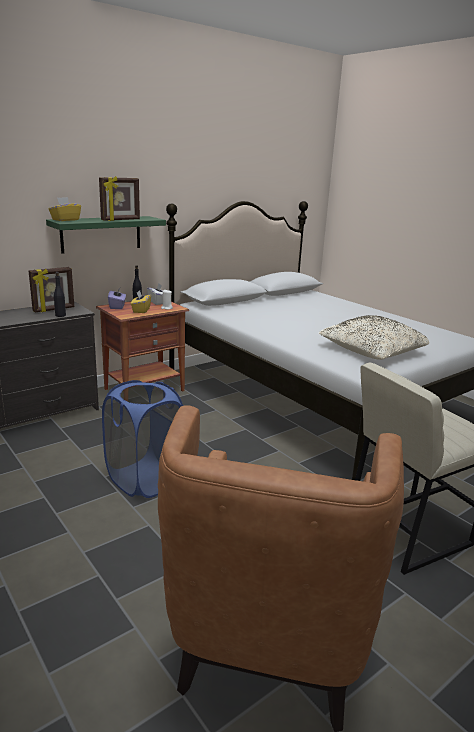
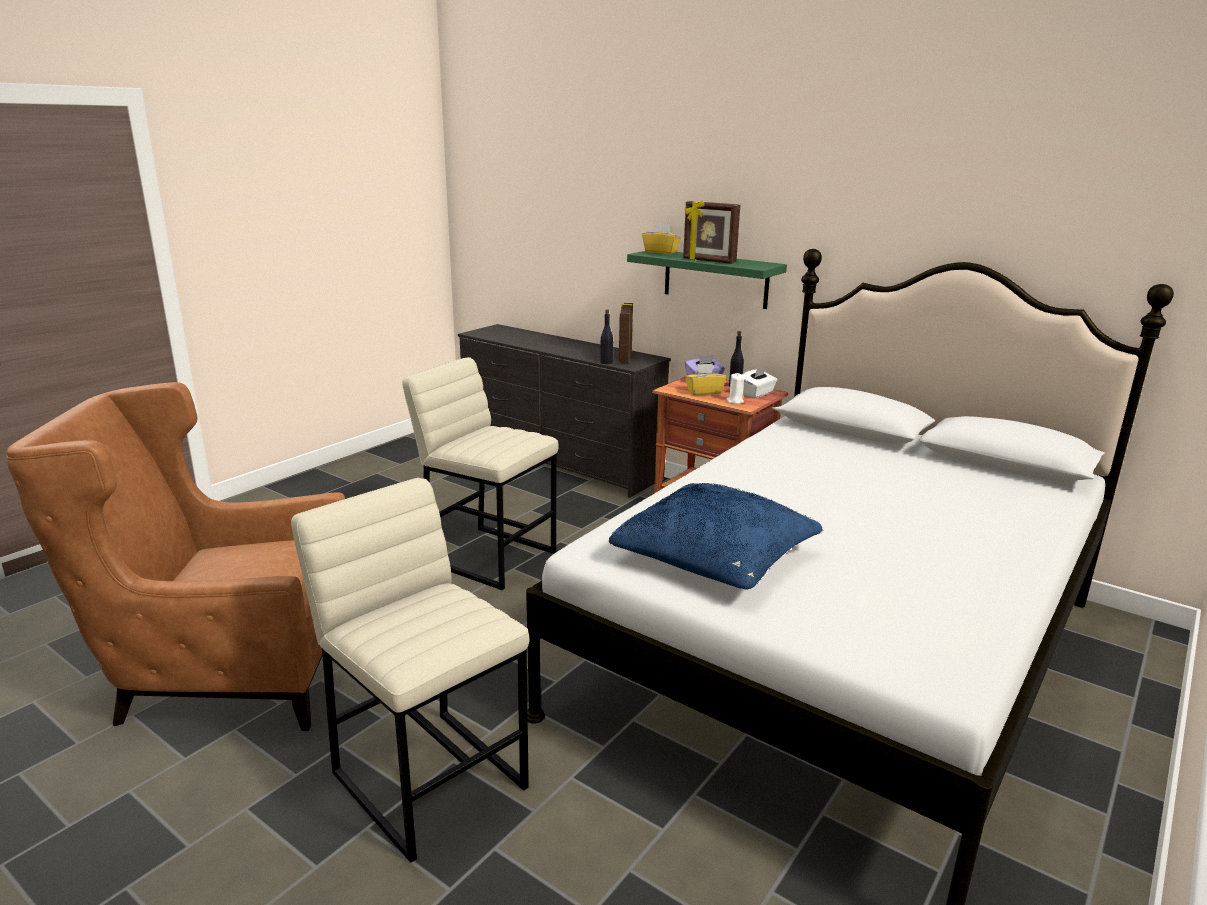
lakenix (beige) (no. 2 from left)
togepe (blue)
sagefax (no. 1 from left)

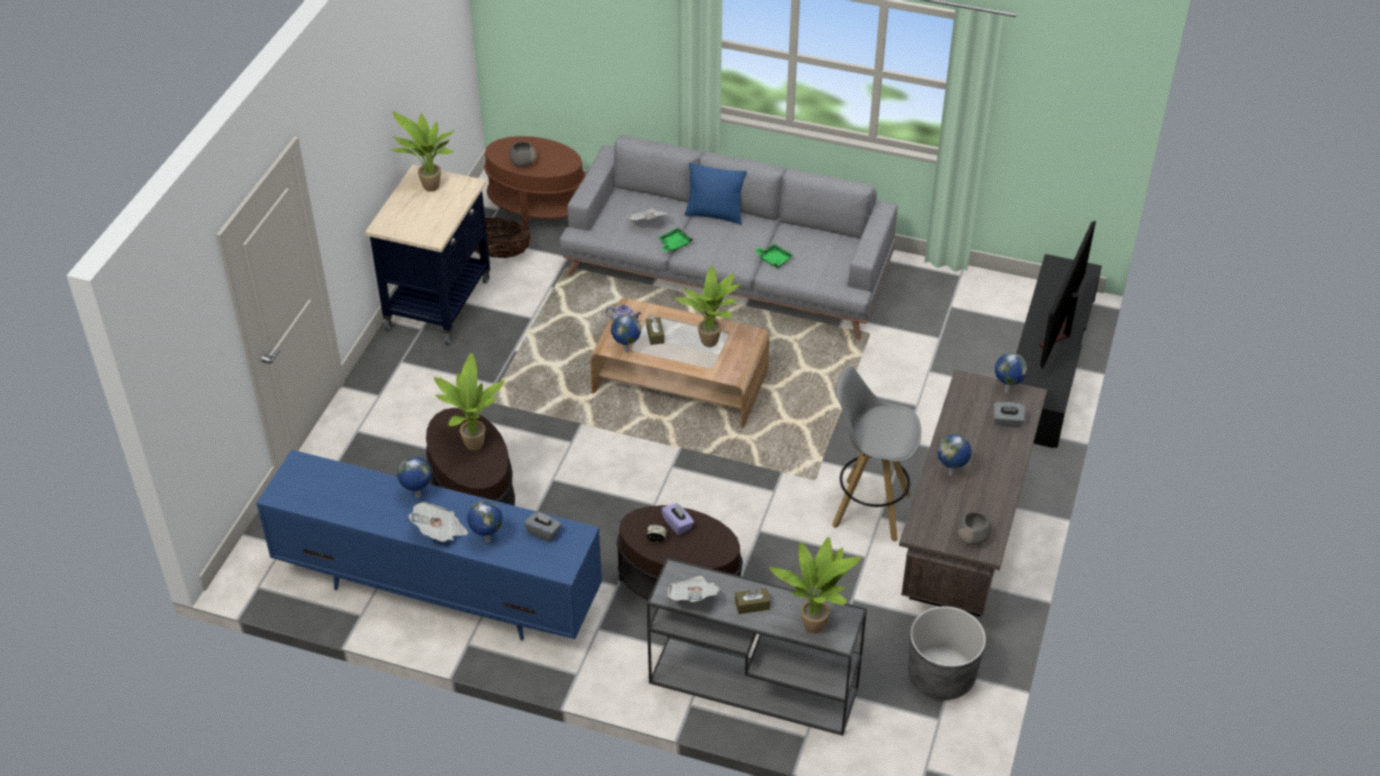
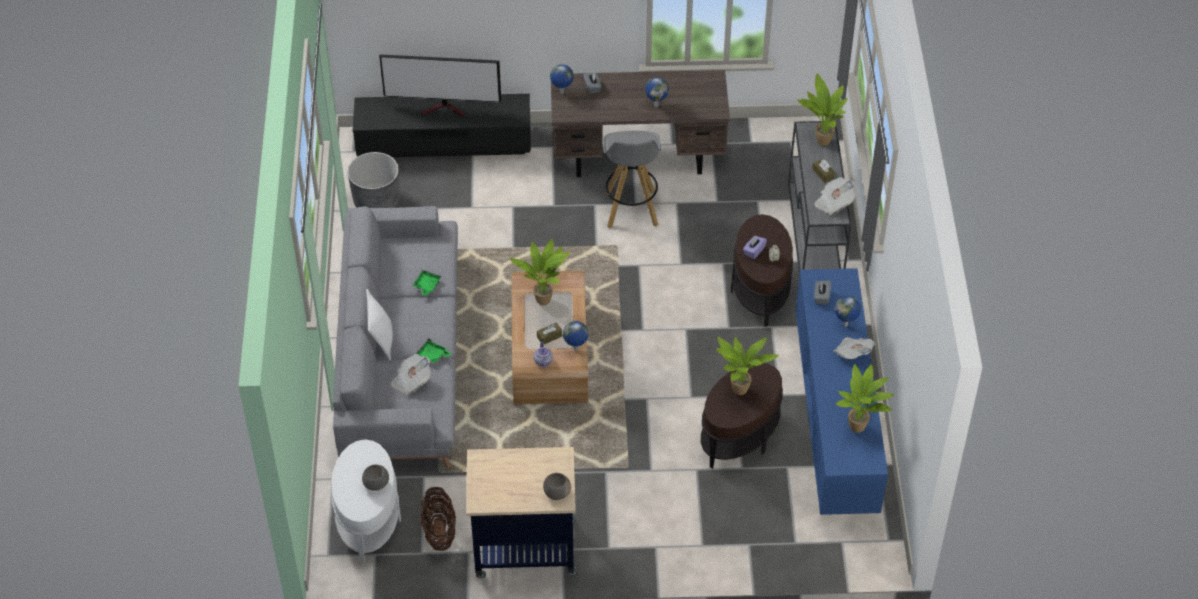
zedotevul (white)
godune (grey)
togepe (white)
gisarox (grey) (no. 2 from left)
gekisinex (no. 4 from left)
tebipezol (no. 1 from left in the first image)

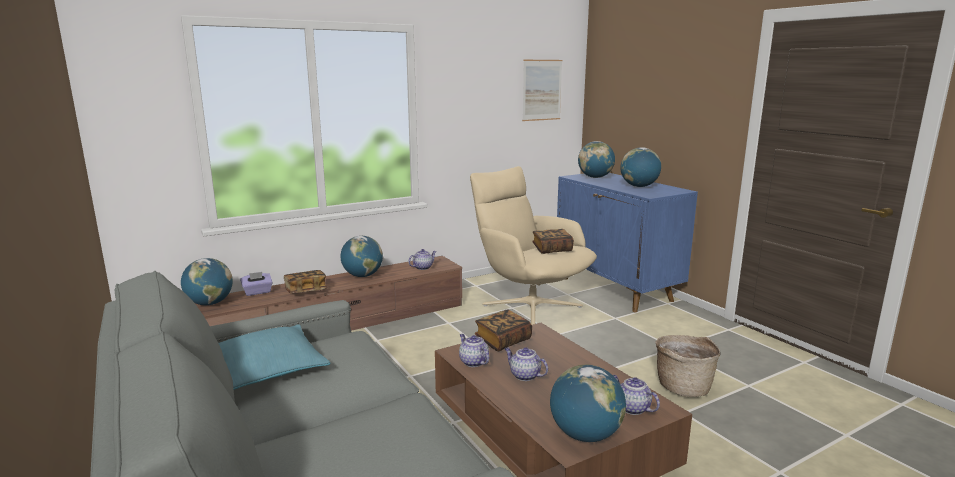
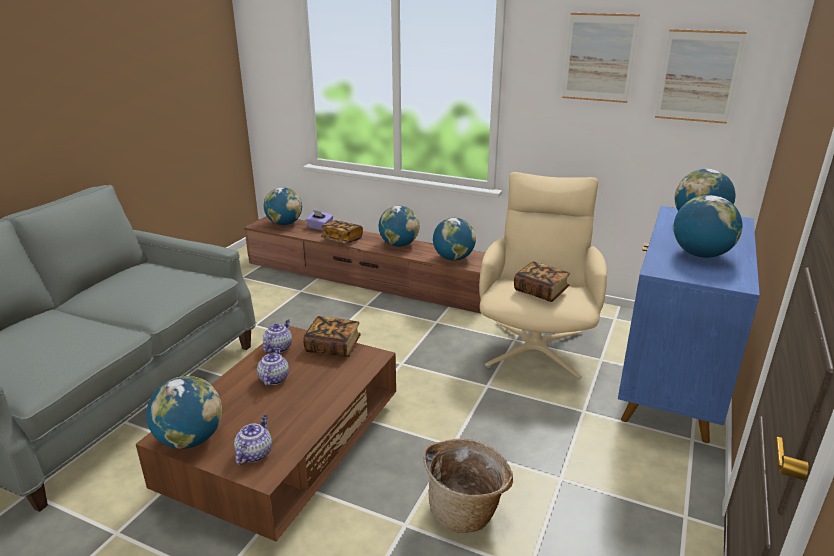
tebipezol (no. 4 from left)
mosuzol (no. 1 from left)
togepe (turquoise)

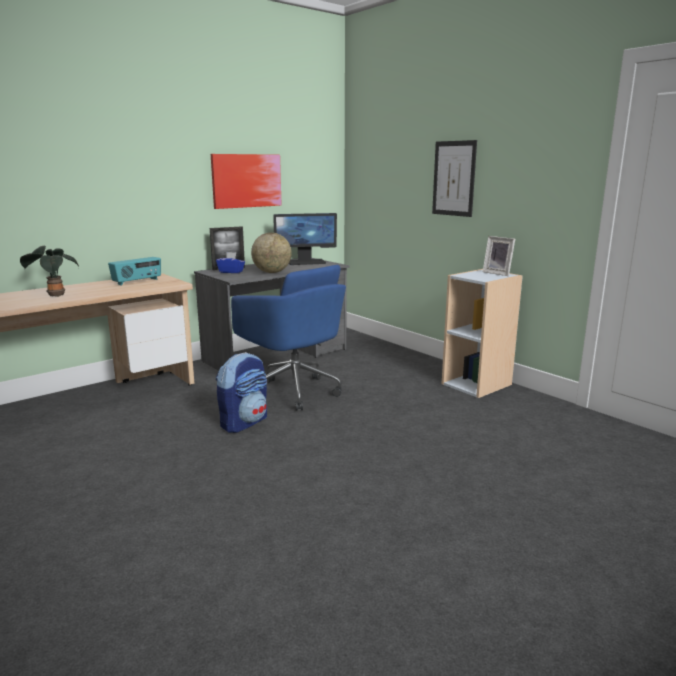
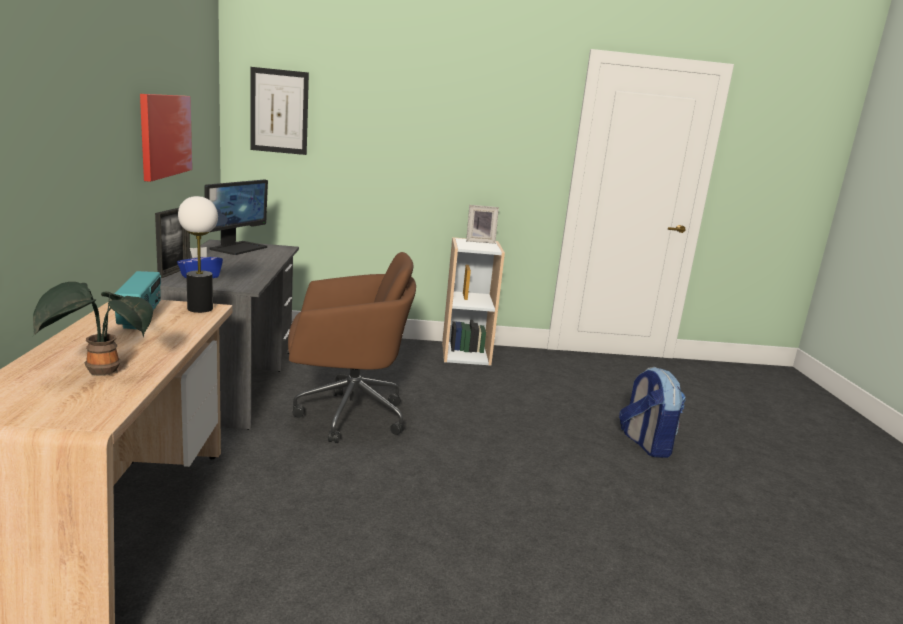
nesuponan
mosuzol (no. 2 from left)
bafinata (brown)
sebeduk
tebipezol

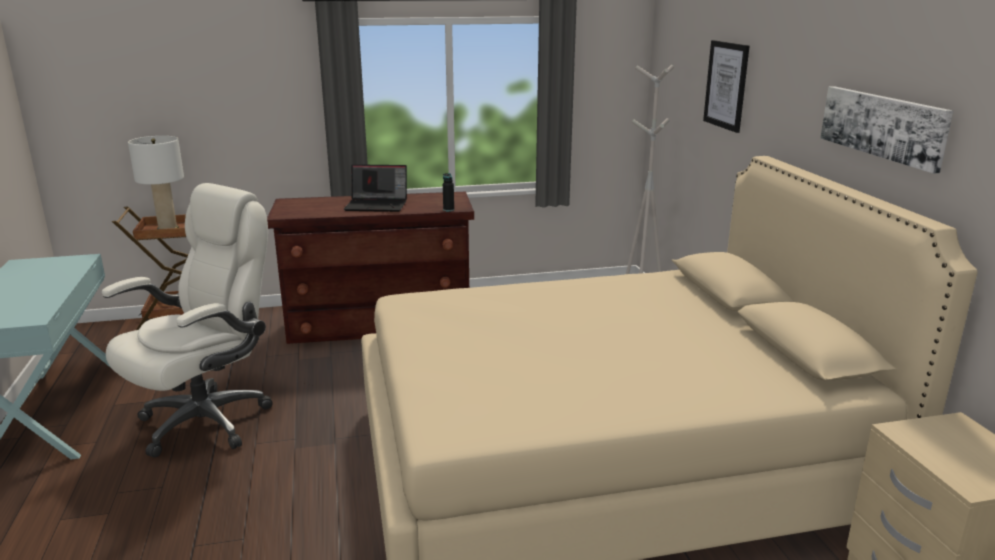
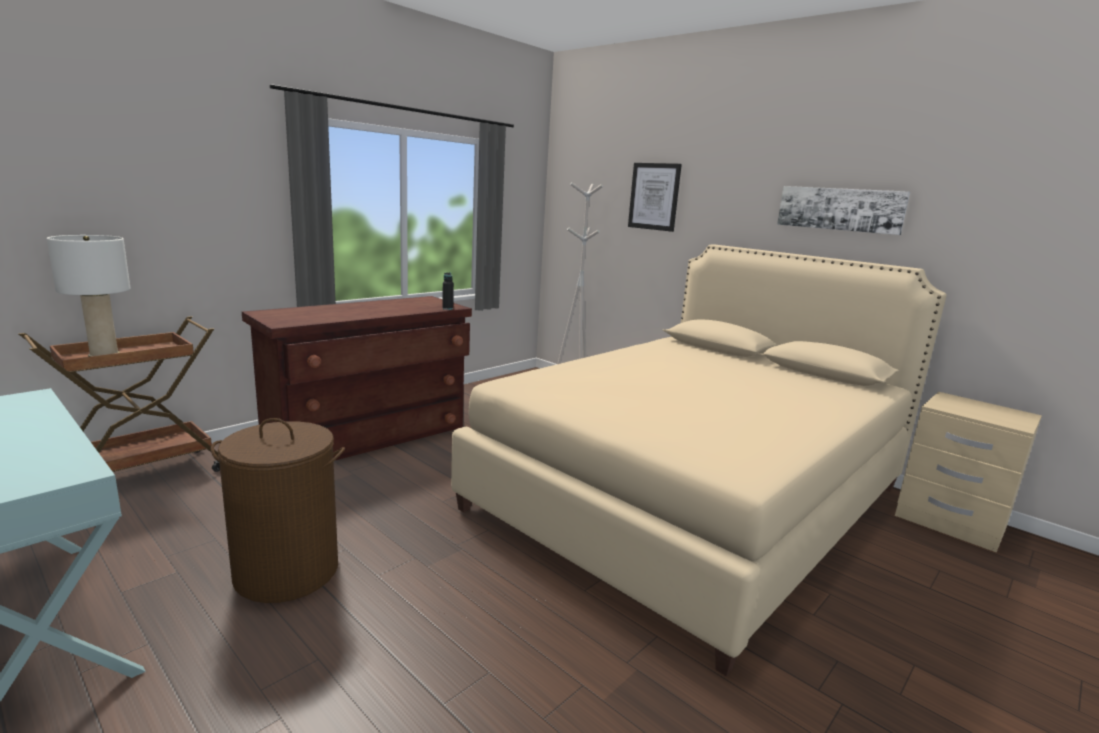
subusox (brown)
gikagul

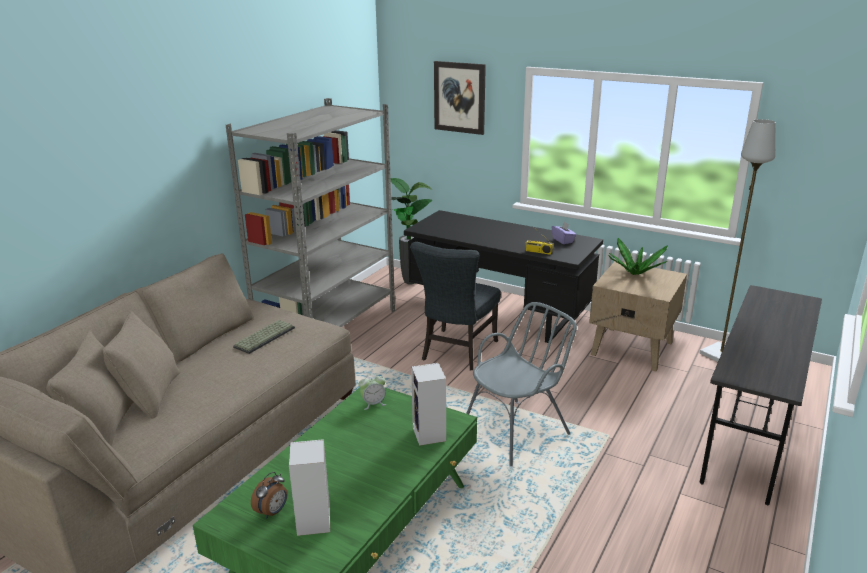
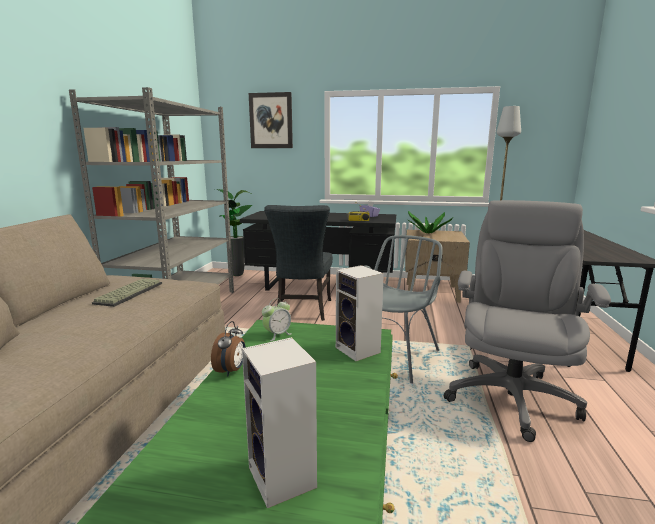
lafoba (no. 1 from left)
bafinata (grey)

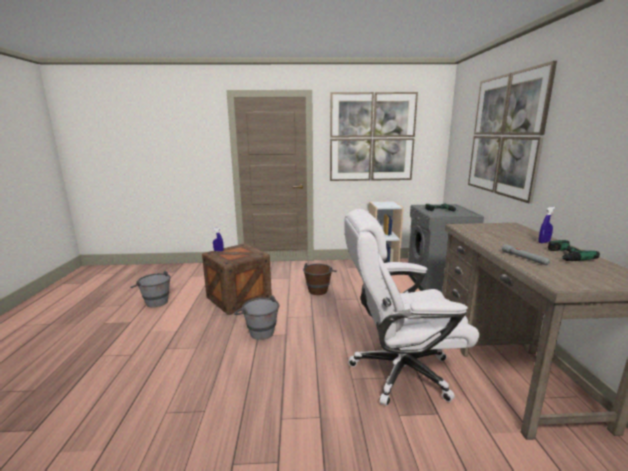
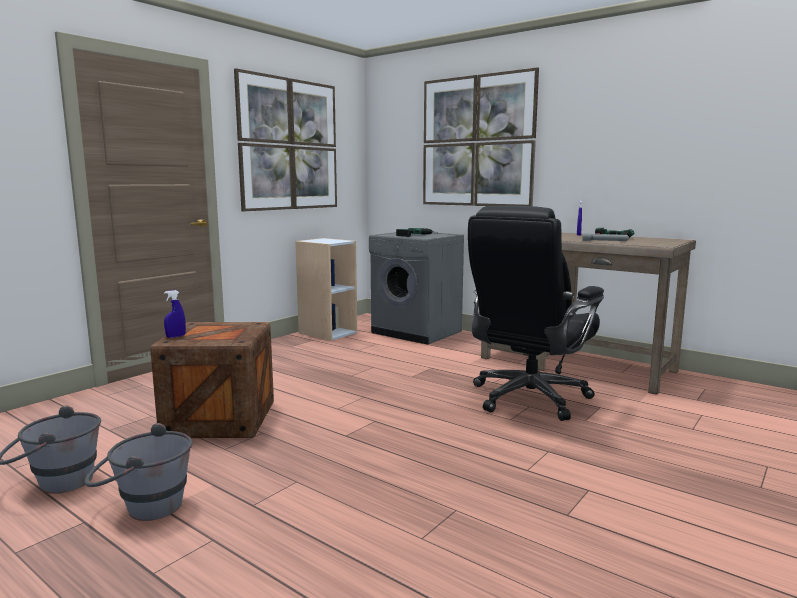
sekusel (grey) (no. 2 from left)
bafinata (black)
sekusel (brown)

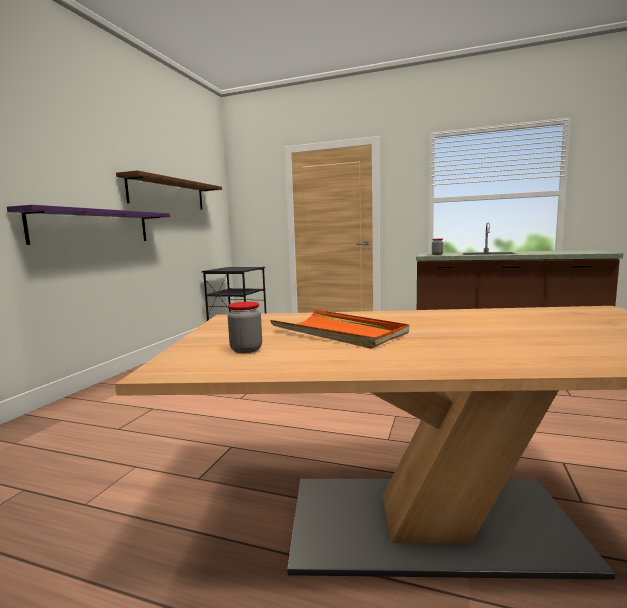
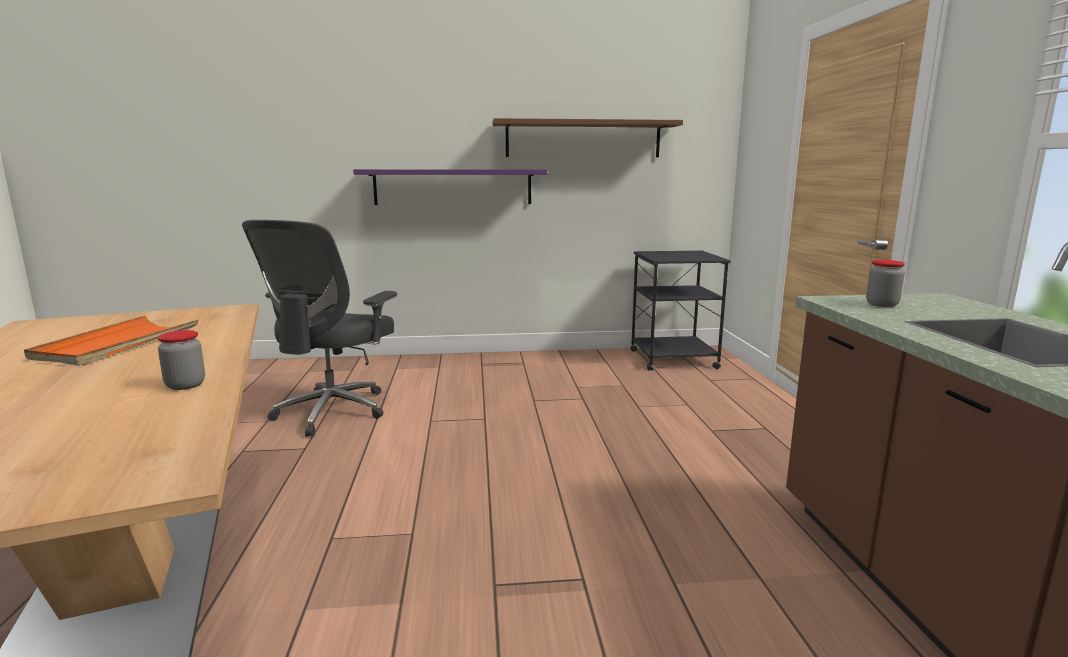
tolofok (no. 1 from left)
bafinata

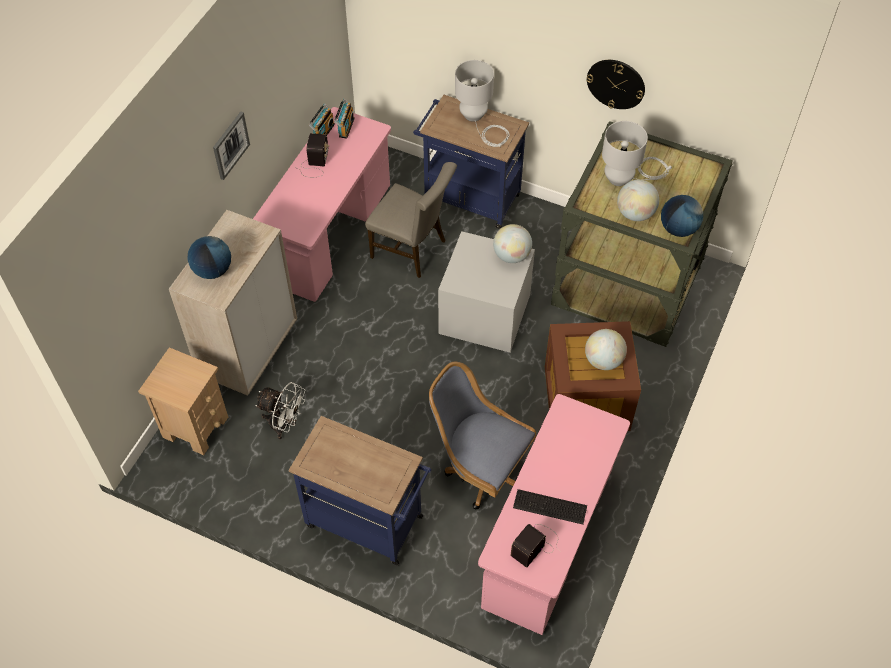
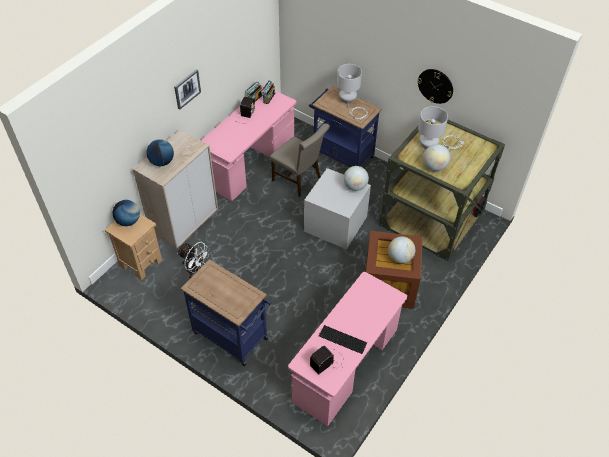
tebipezol (no. 1 from left)
bafinata (blue)

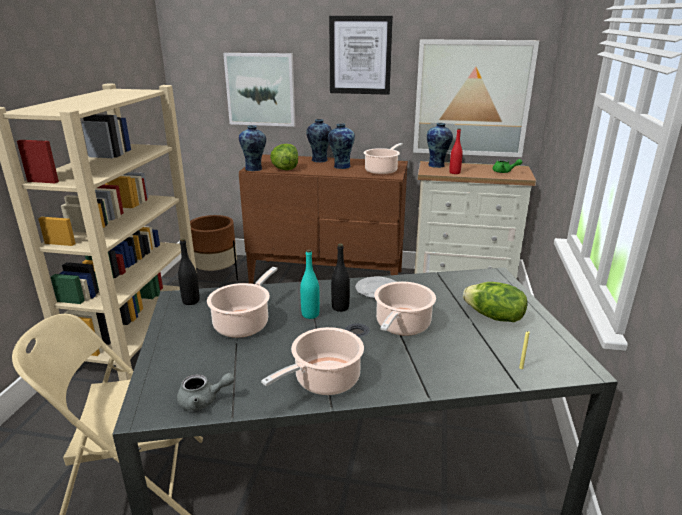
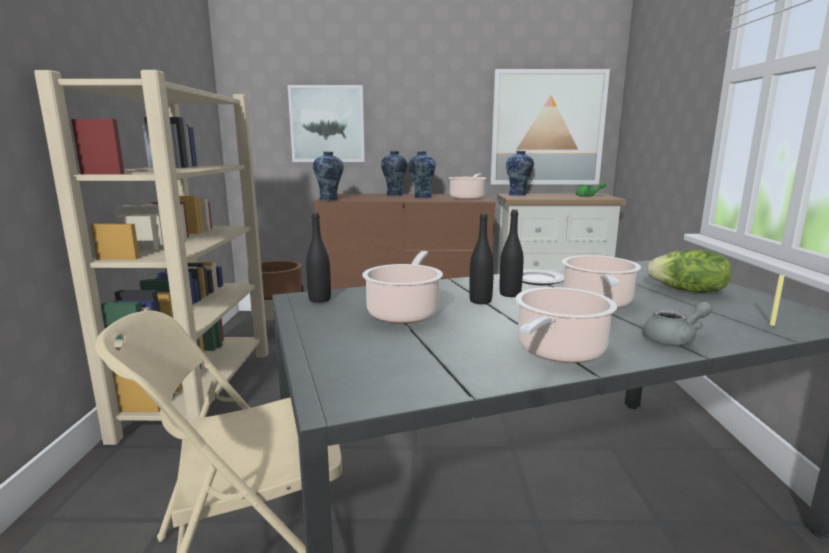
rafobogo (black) (no. 2 from left)
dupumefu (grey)
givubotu (no. 1 from left in the first image)
mosuzol (no. 2 from left in the first image)
rafobogo (red)

